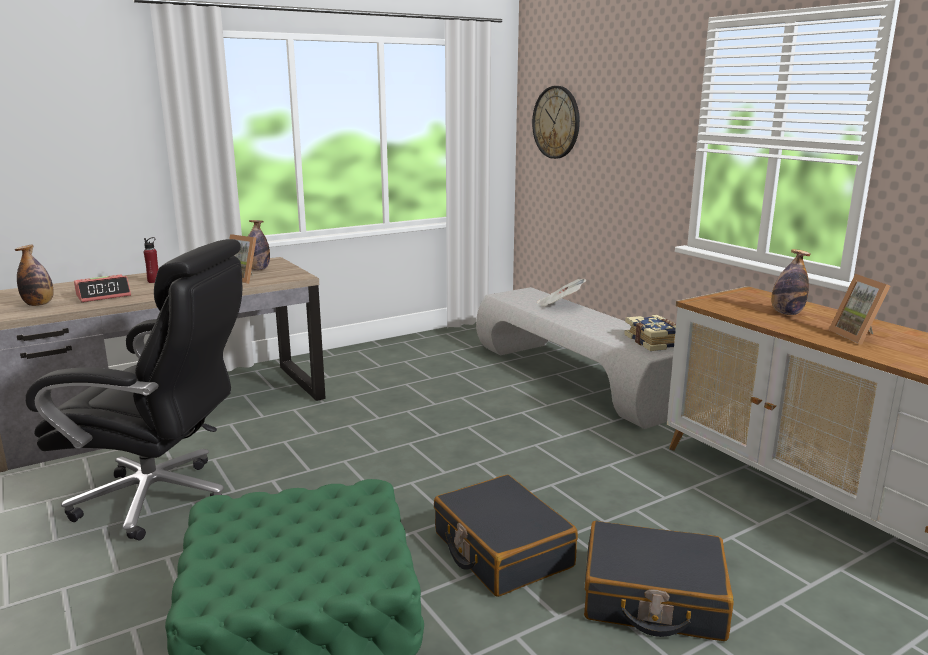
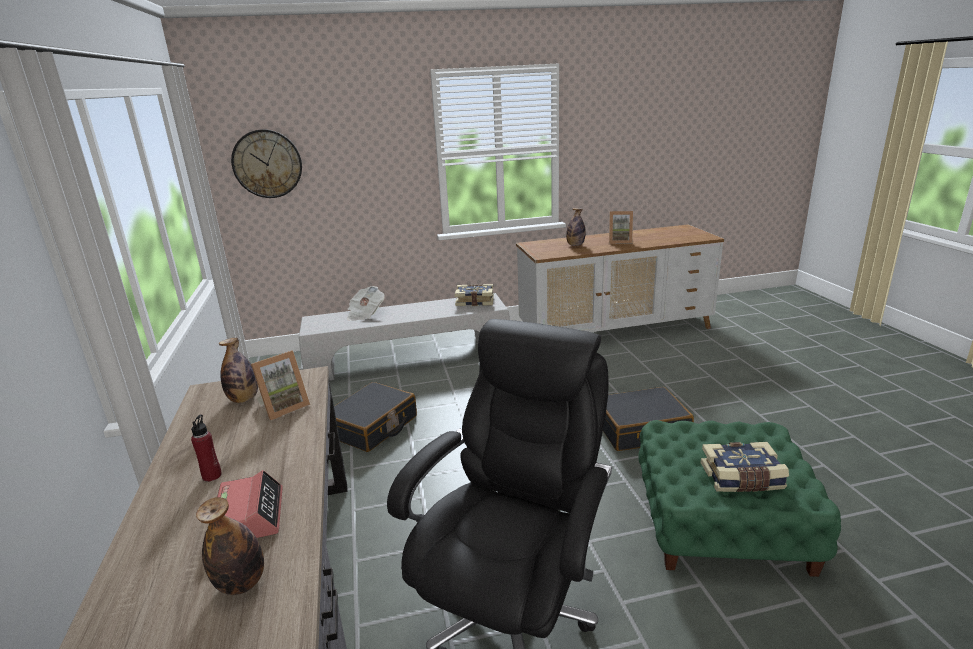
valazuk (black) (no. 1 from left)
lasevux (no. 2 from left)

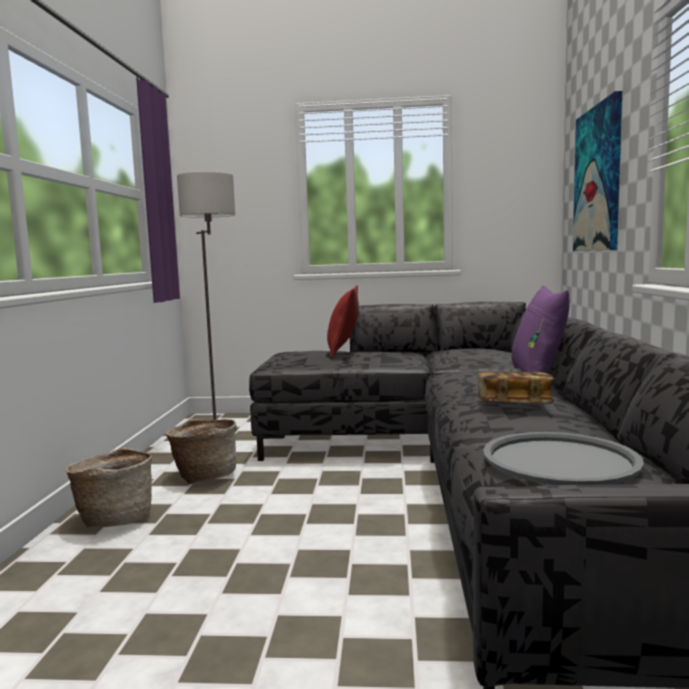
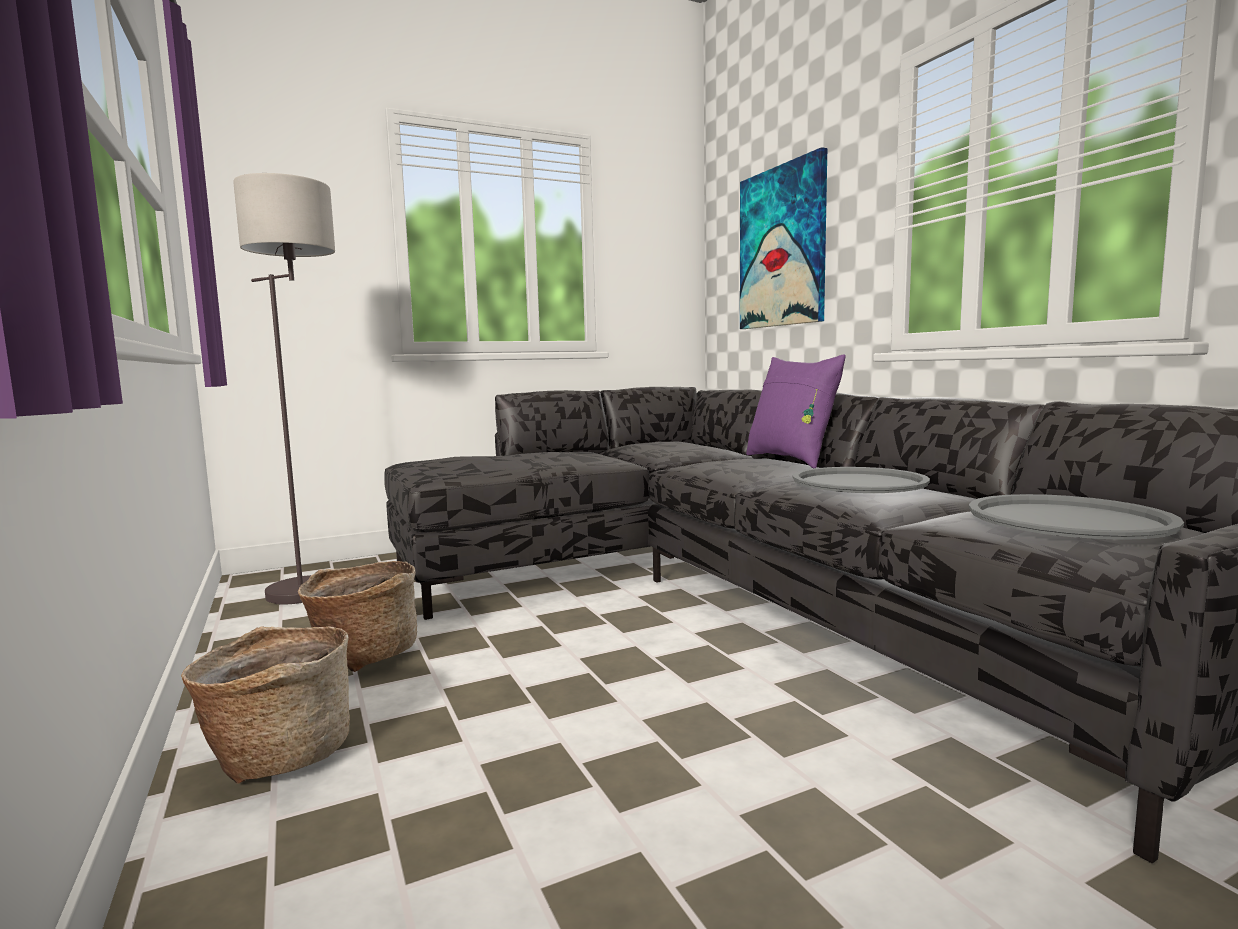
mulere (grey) (no. 1 from left)
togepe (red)

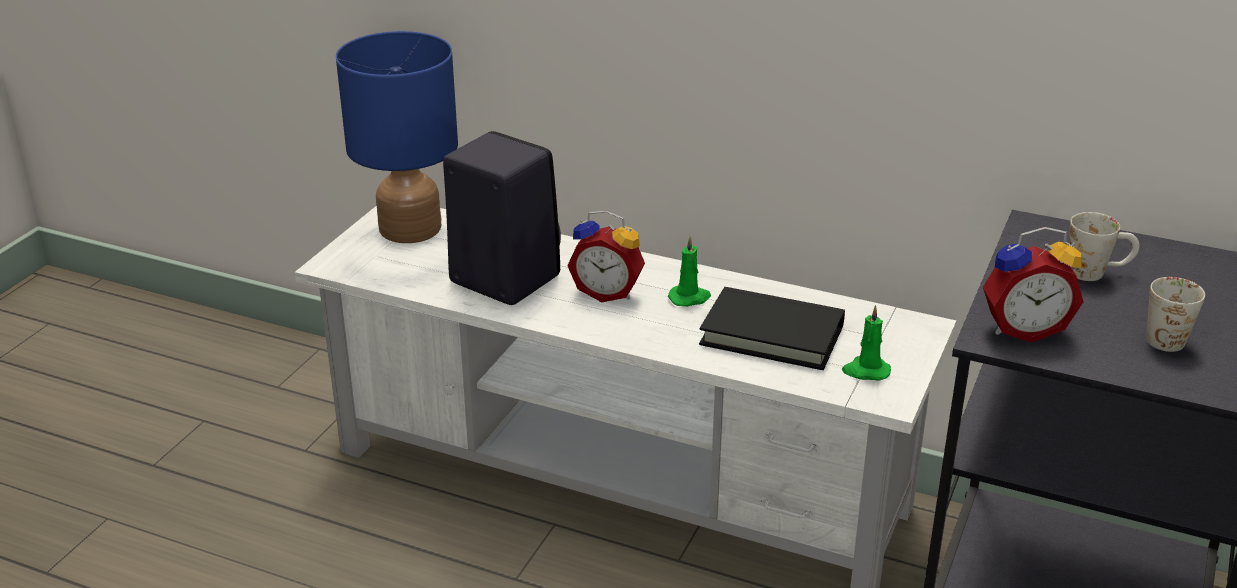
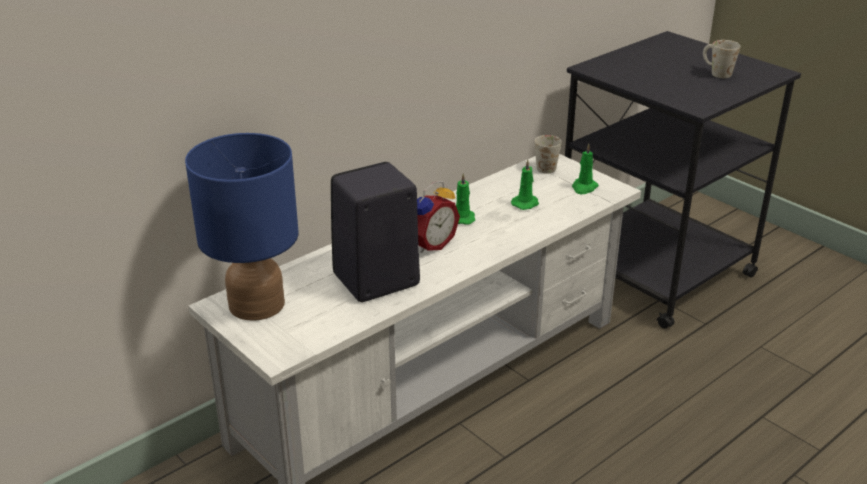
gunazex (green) (no. 2 from left)
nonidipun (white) (no. 1 from left)
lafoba (no. 2 from left in the first image)

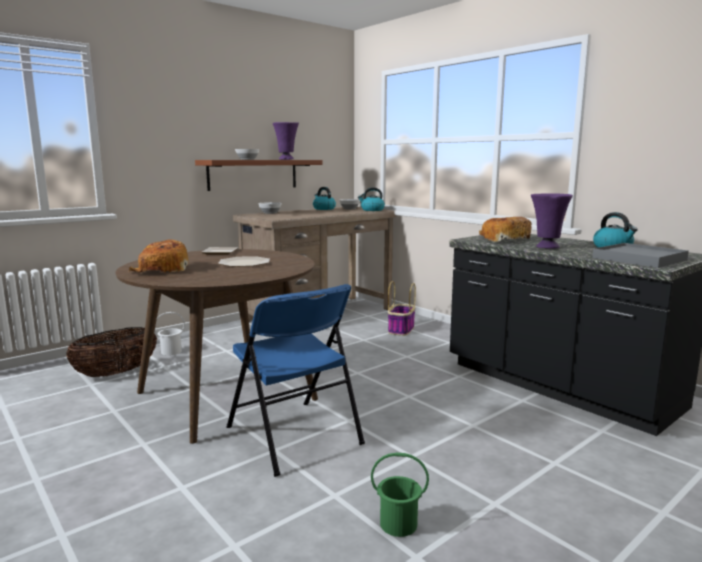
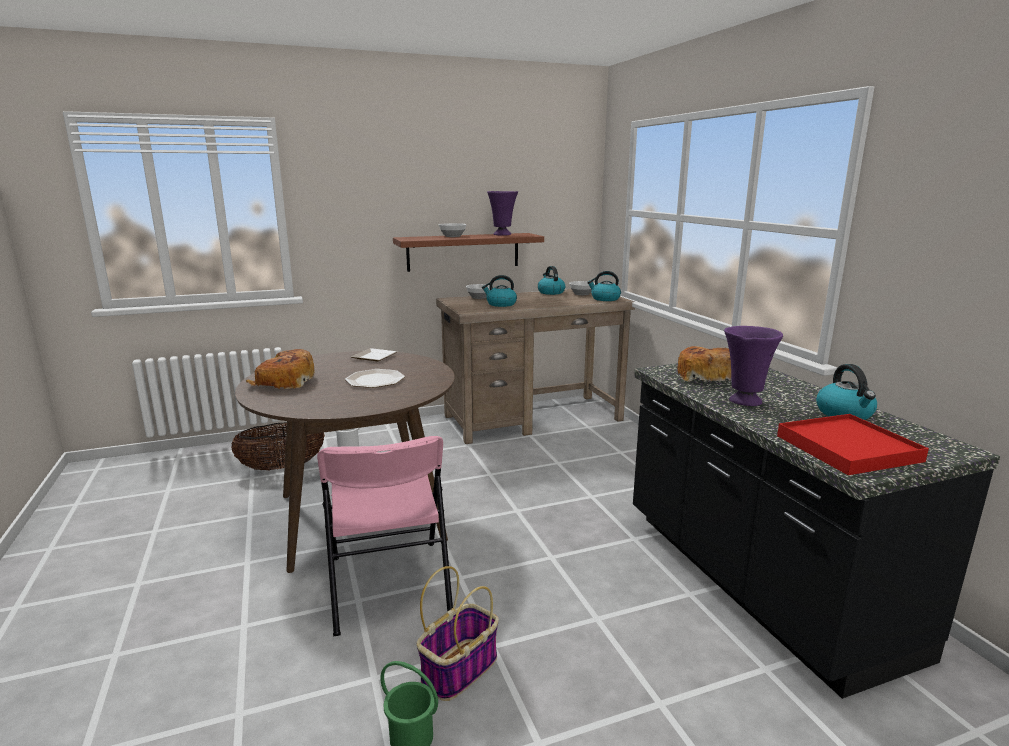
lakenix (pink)
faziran (no. 2 from left)
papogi (no. 1 from left)
mulere (red)

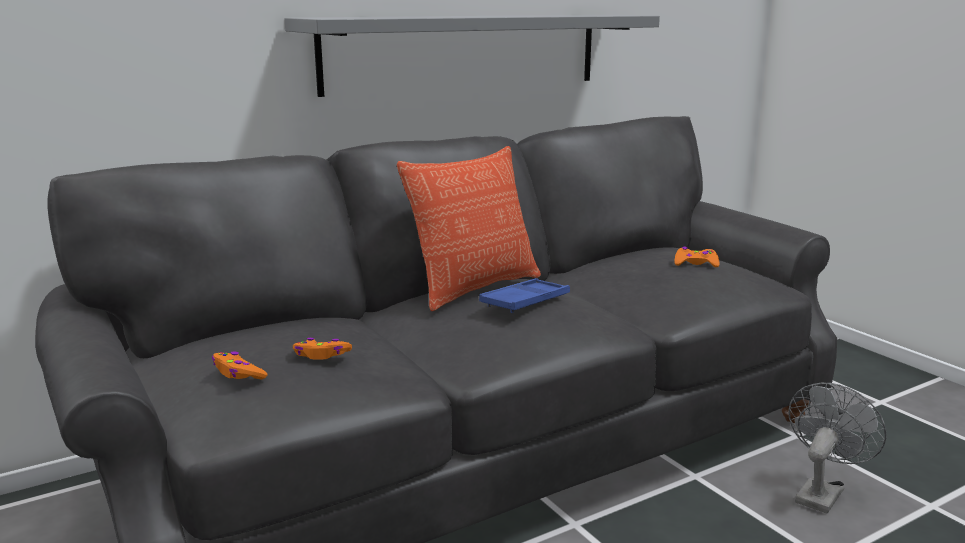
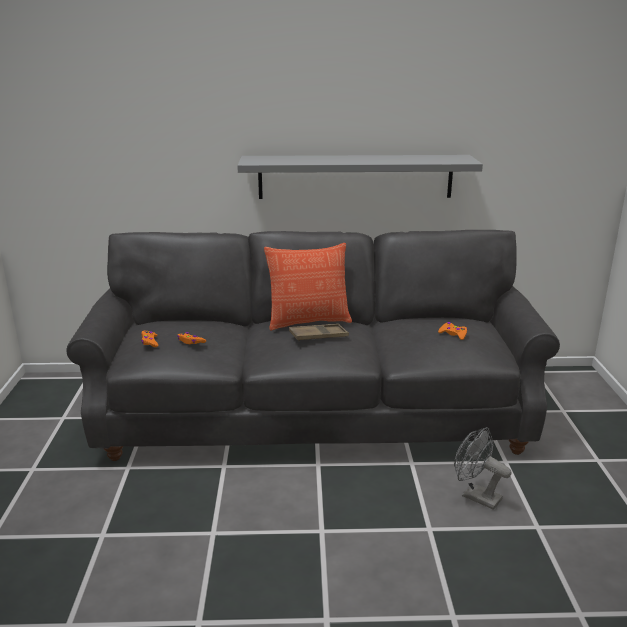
mulere (brown)
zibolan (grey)

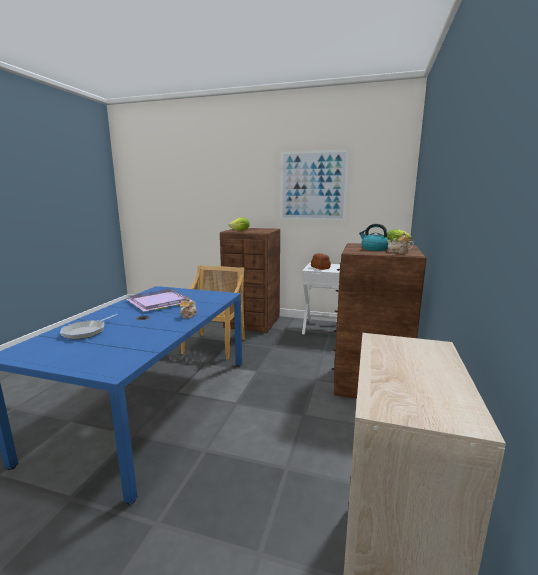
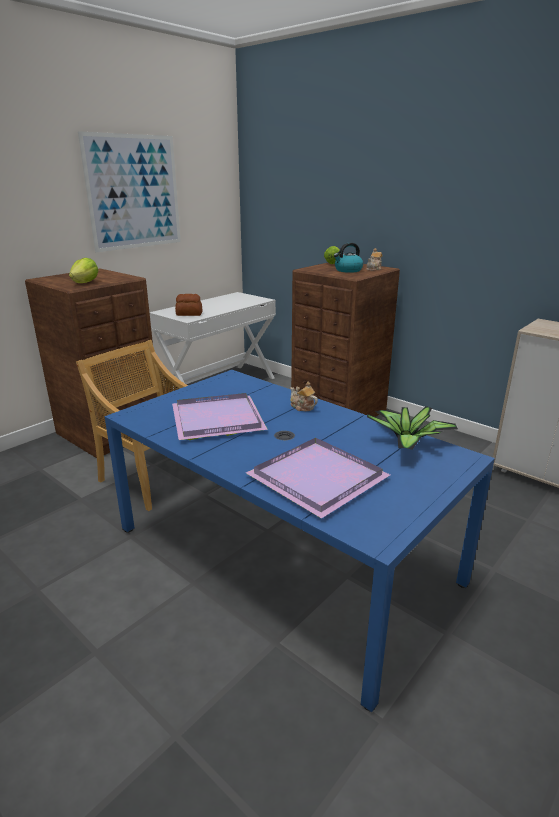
mulere (purple) (no. 2 from left)
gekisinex

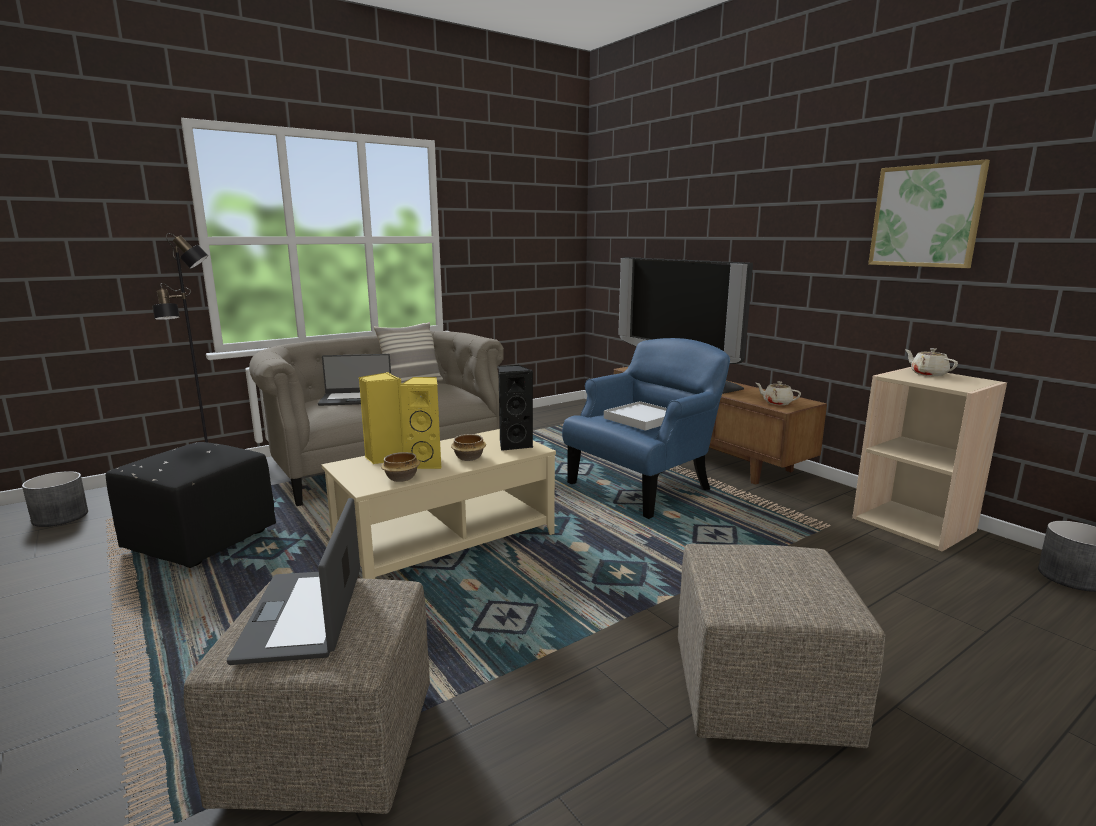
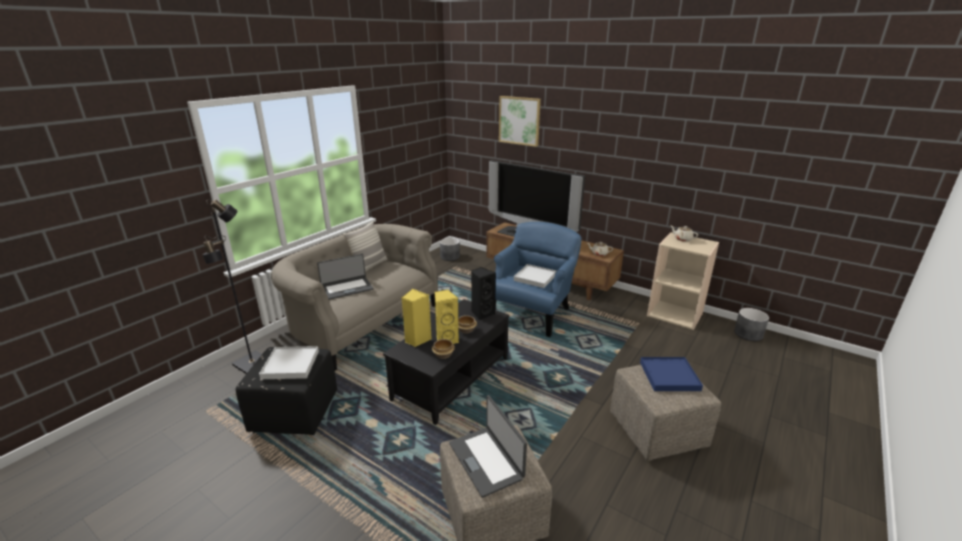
mulere (white) (no. 1 from left)
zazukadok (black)
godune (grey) (no. 1 from left)
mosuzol
mulere (blue)

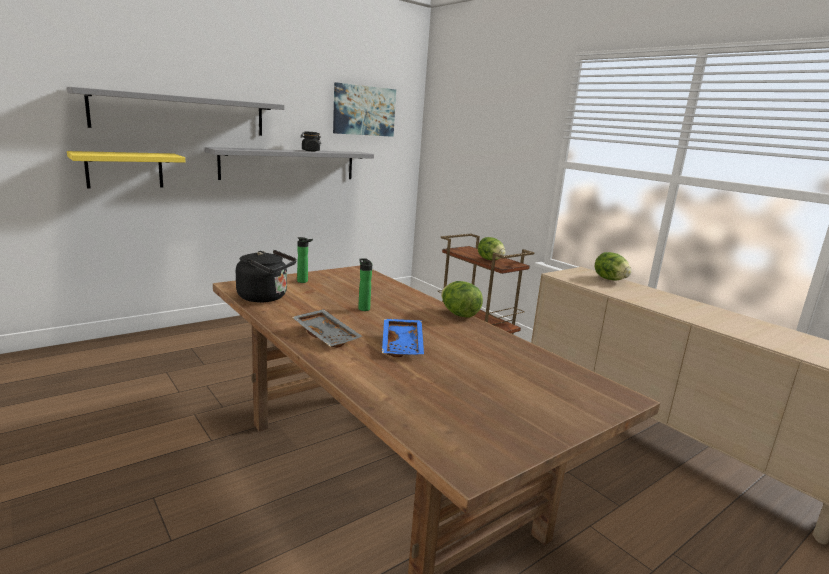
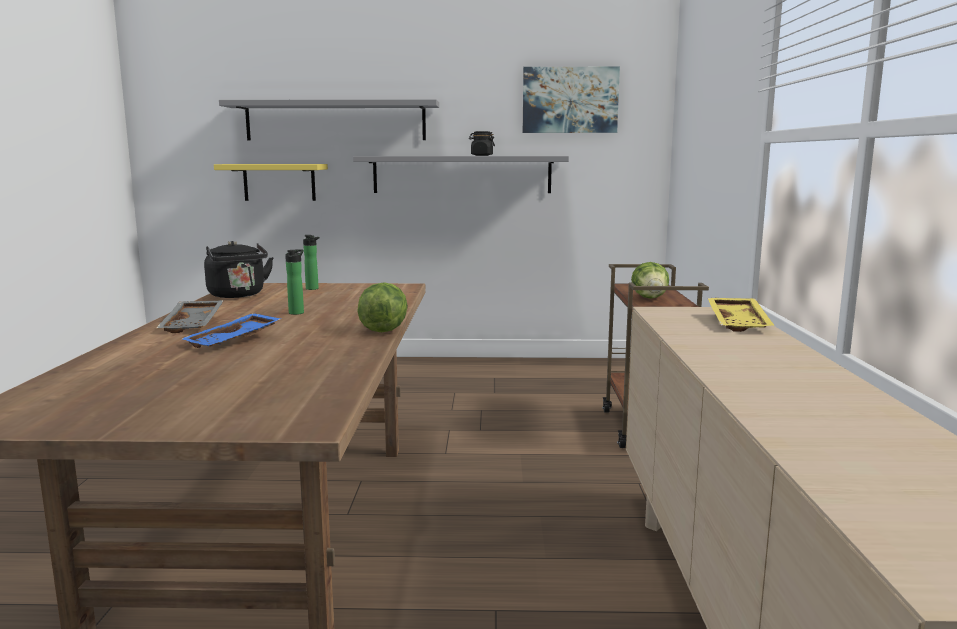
mulere (yellow)

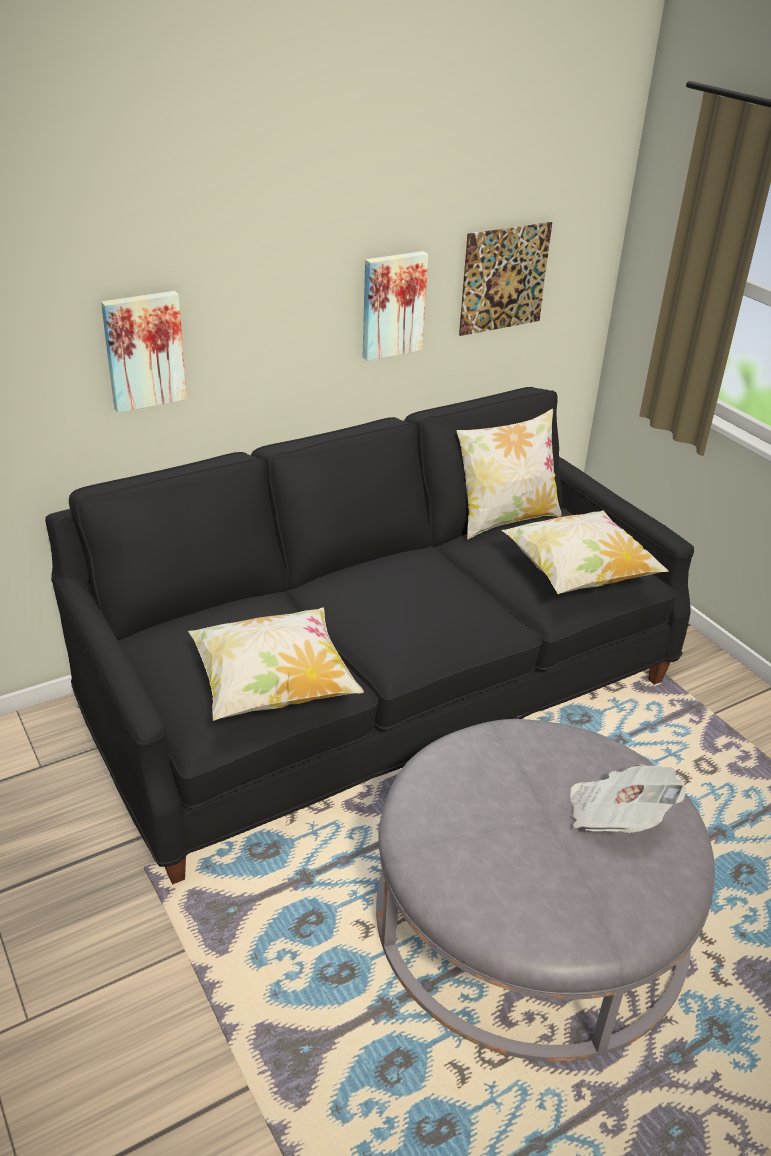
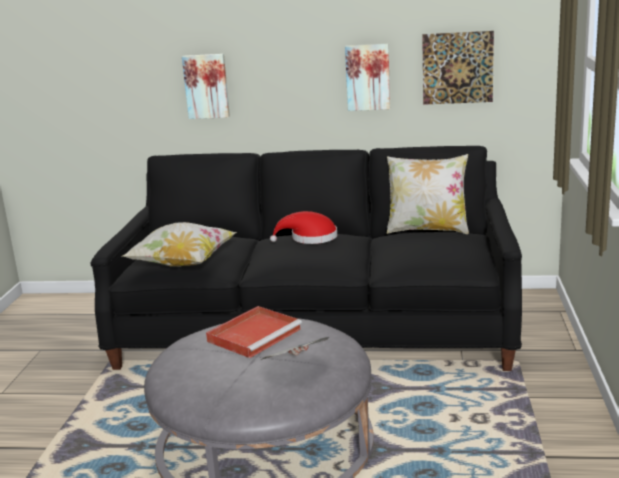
mulere (red)
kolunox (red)
togepe (no. 3 from left in the first image)

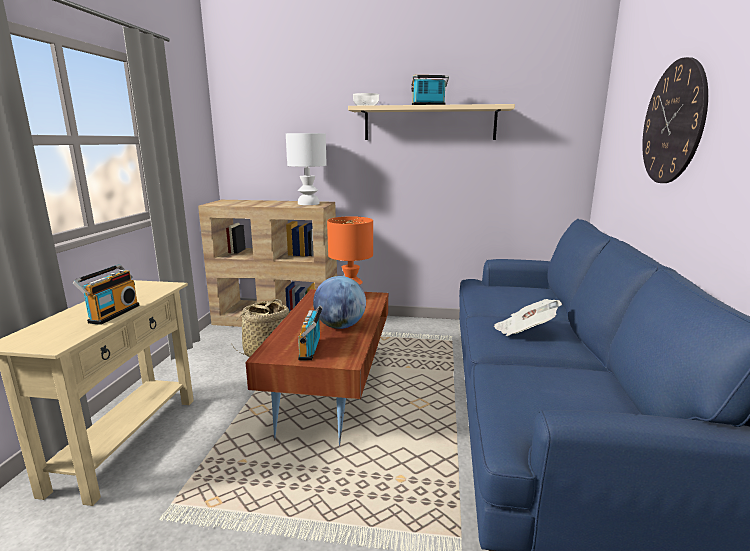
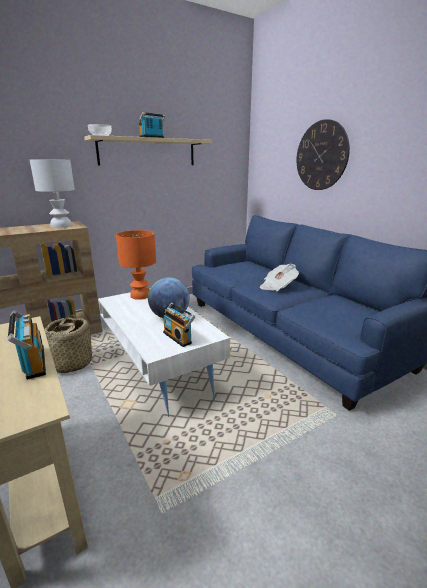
zazukadok (white)

